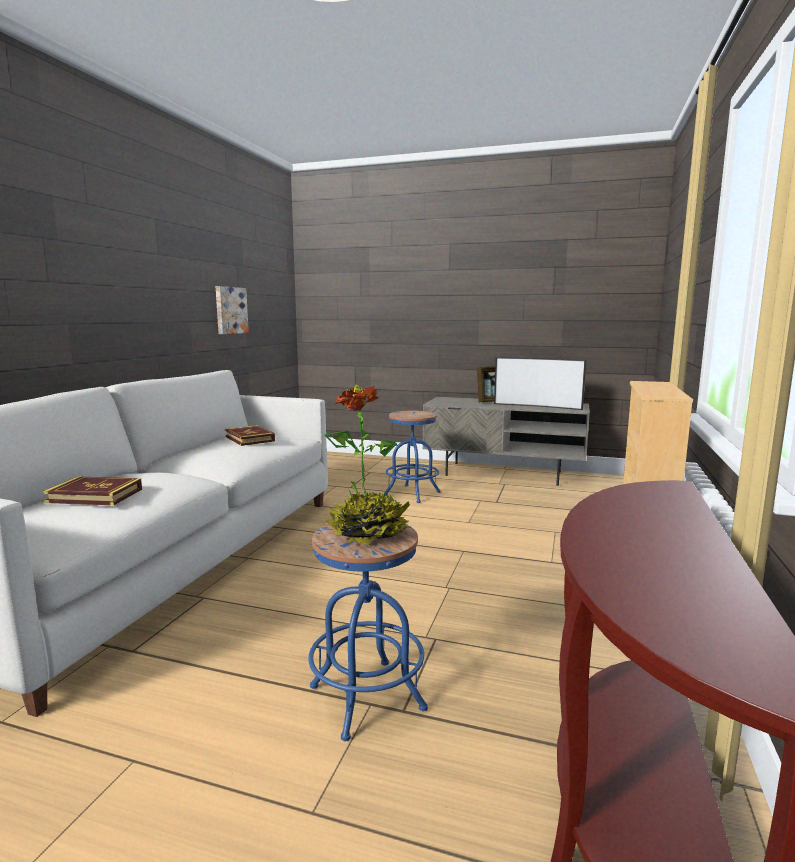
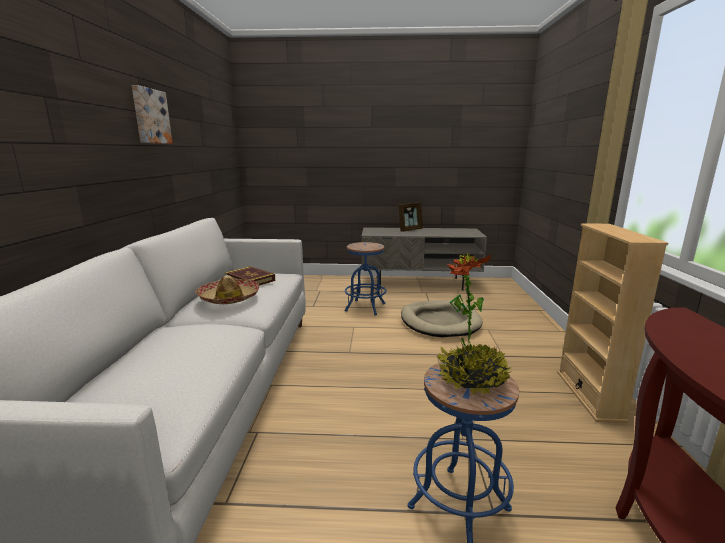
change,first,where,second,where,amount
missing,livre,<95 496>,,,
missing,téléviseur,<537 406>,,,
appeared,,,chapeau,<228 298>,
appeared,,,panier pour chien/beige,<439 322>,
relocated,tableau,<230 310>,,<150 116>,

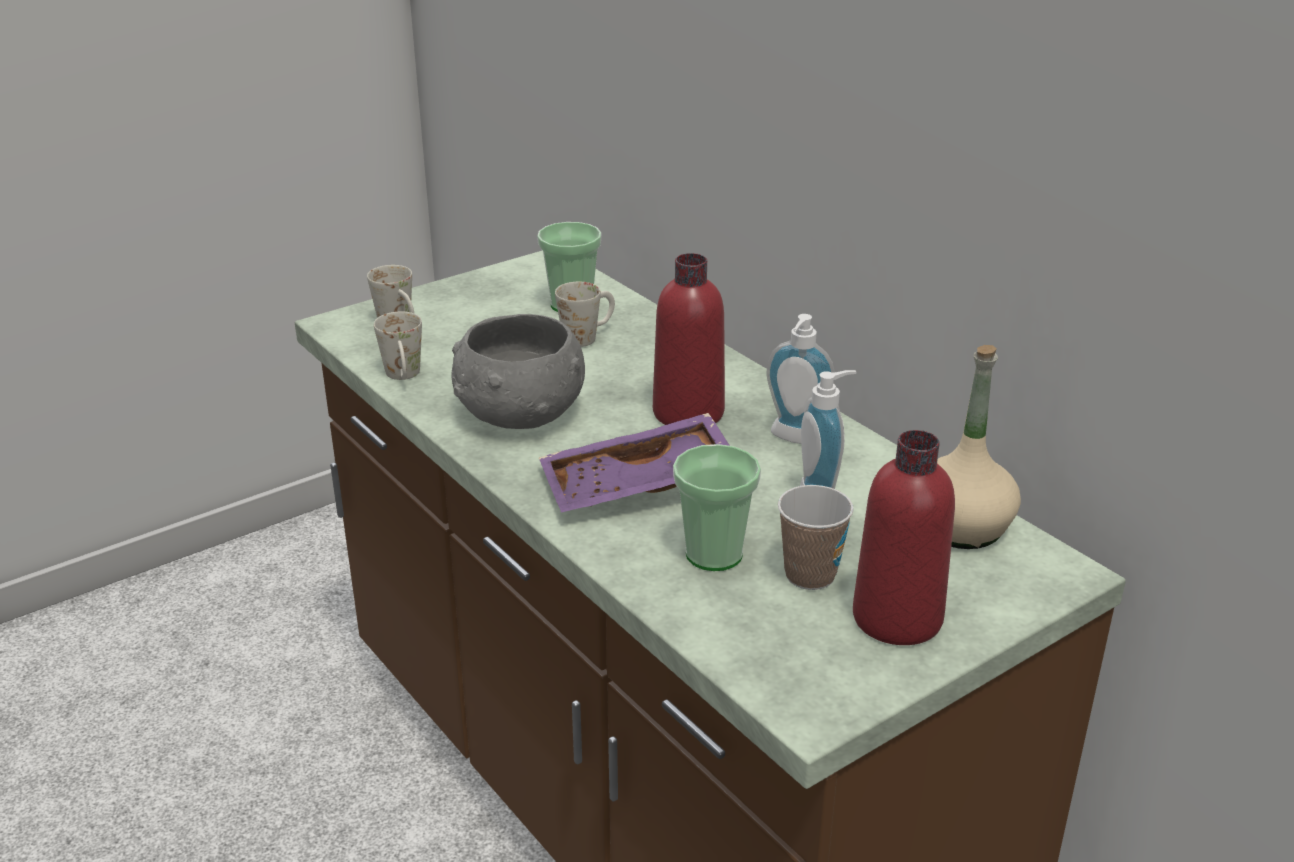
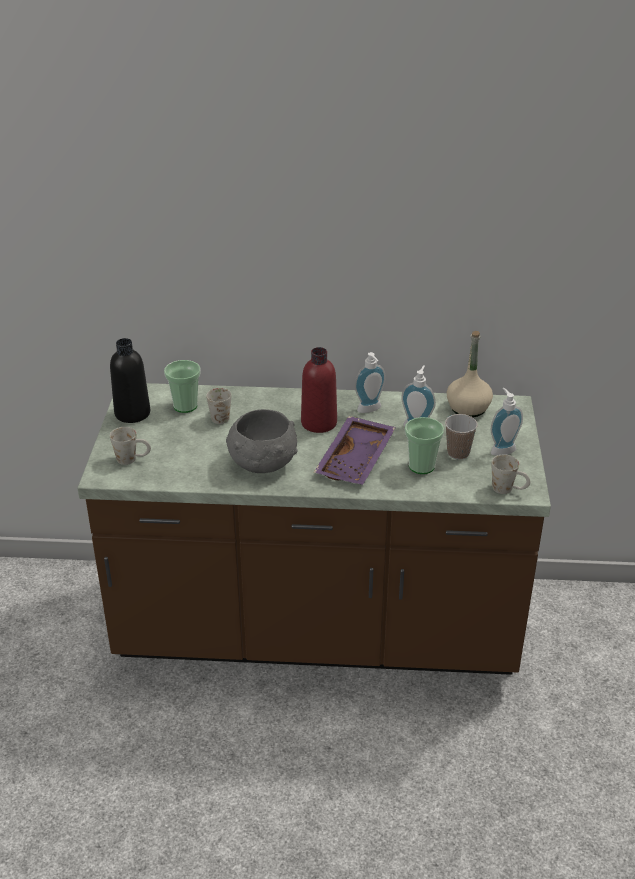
change,first,where,second,where,amount
appeared,,,bouteille/noir,<132 413>,
relocated,mug/blanc,<404 377>,,<508 489>,
exchanged,bouteille/rouge,<897 618>,distributeur de savon,<501 449>,

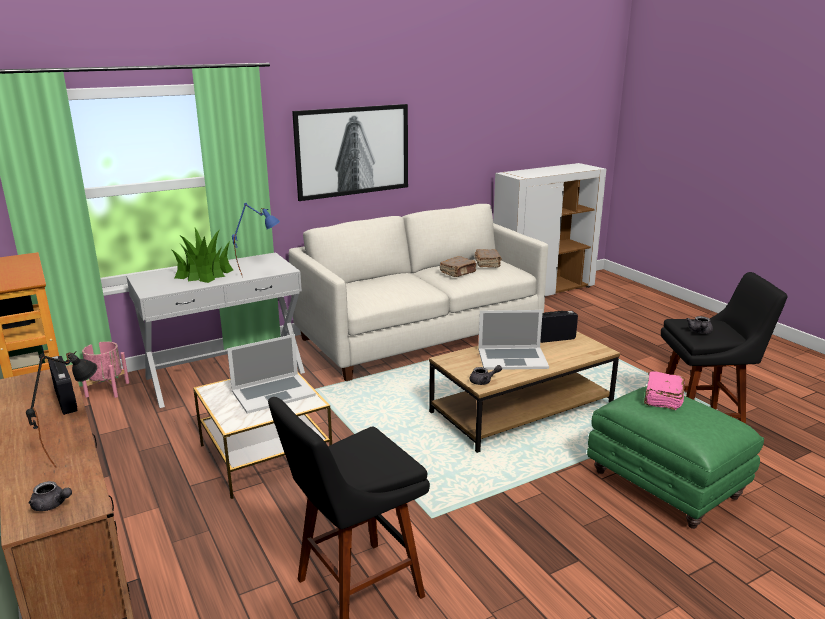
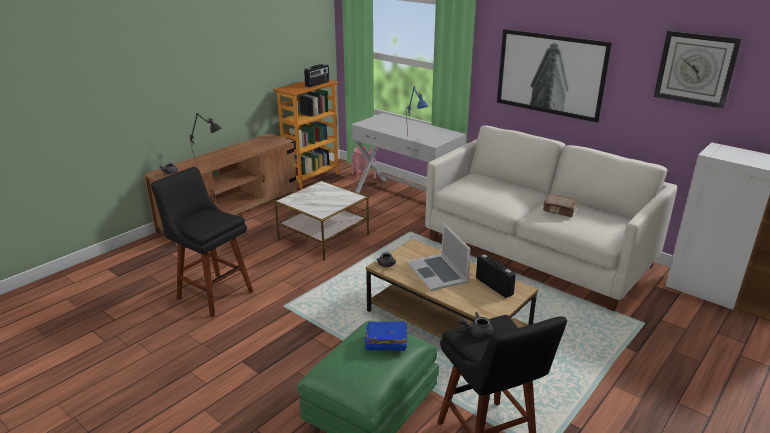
change,first,where,second,where,amount
missing,plante en pot,<204 273>,,,
missing,ordinateur portable,<273 393>,,,
missing,livre/marron,<487 264>,,,
appeared,,,horloge murale,<696 68>,
relocated,radio,<66 400>,,<317 84>,
colour,livre/rose,<662 398>,livre/bleu,<385 343>,

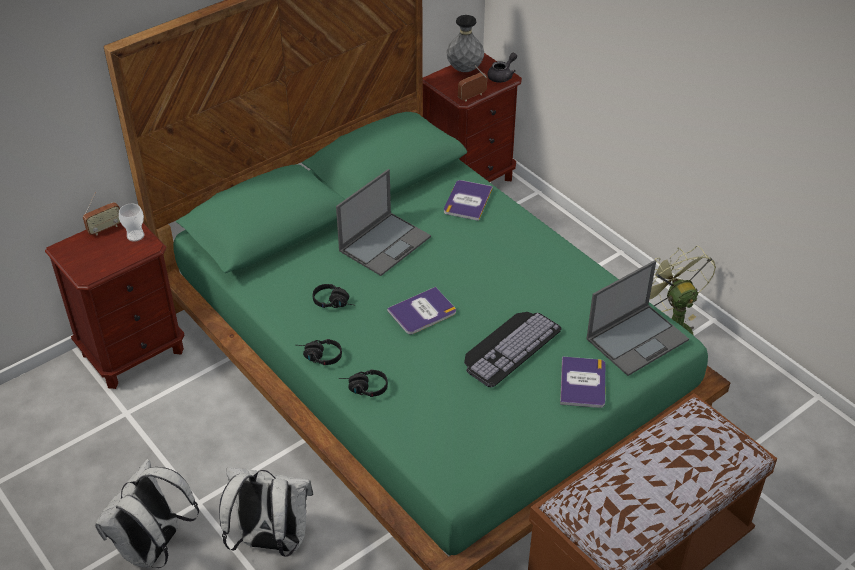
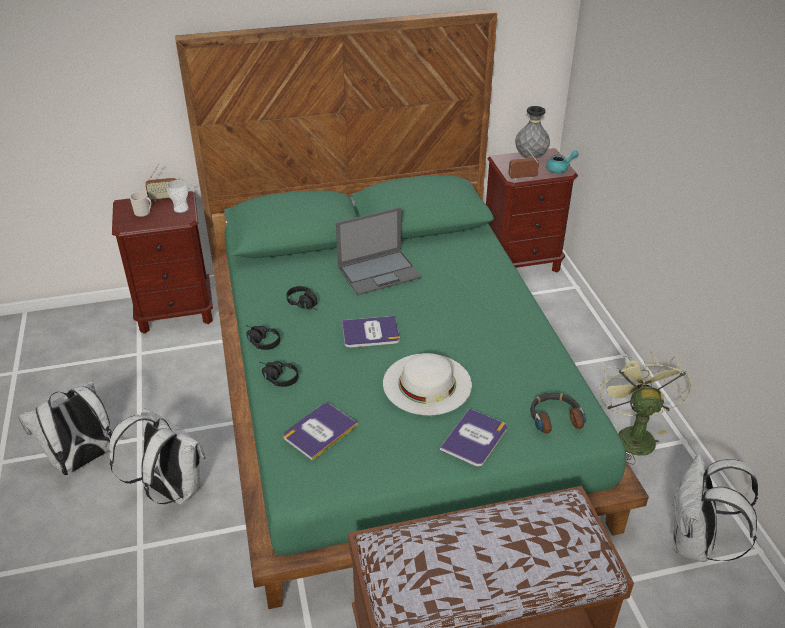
change,first,where,second,where,amount
appeared,,,mug,<144 213>,
appeared,,,sac à dos/blanc,<695 543>,
relocated,livre,<467 201>,,<319 431>,
exchanged,clavier,<509 345>,chapeau/blanc,<427 383>,
exchanged,ordinateur portable,<637 339>,casque audio,<555 417>,
colour,théière/gris,<502 76>,théière/turquoise,<560 169>,

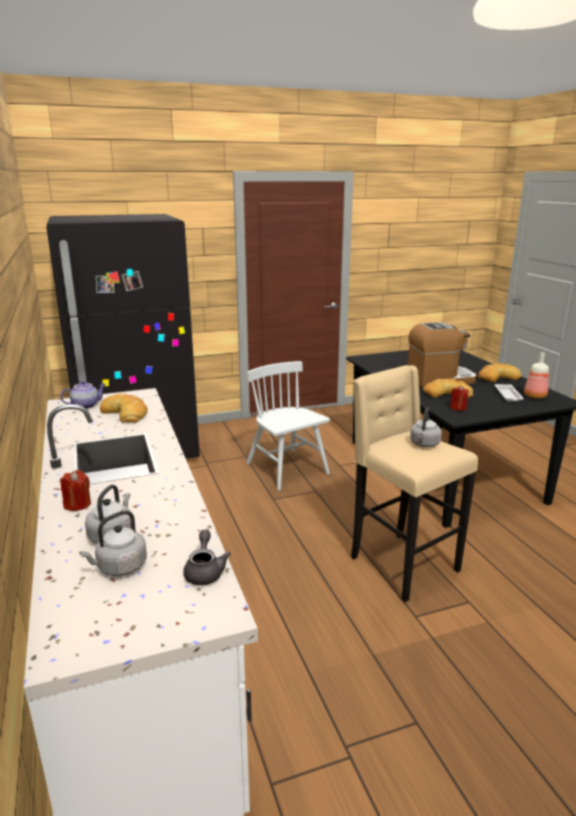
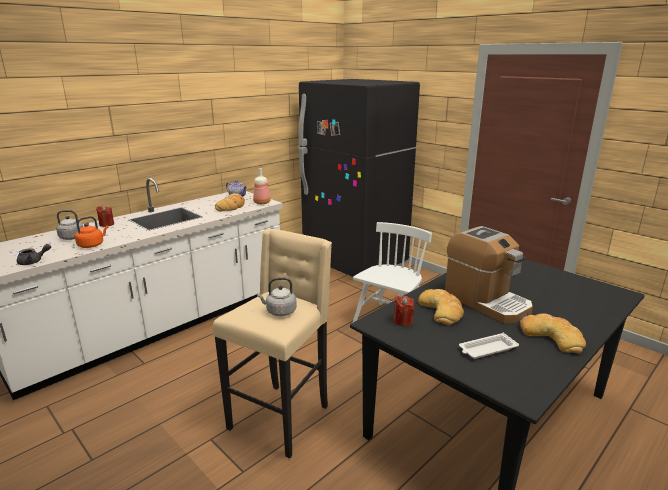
change,first,where,second,where,amount
missing,bouilloire/gris,<119 567>,,,
appeared,,,bouilloire/orange,<92 245>,
relocated,bouteille,<534 396>,,<261 203>,

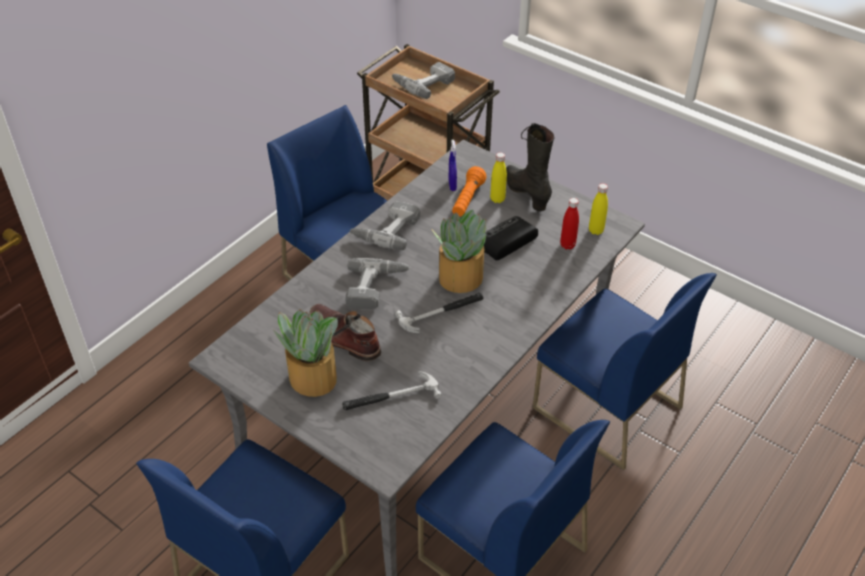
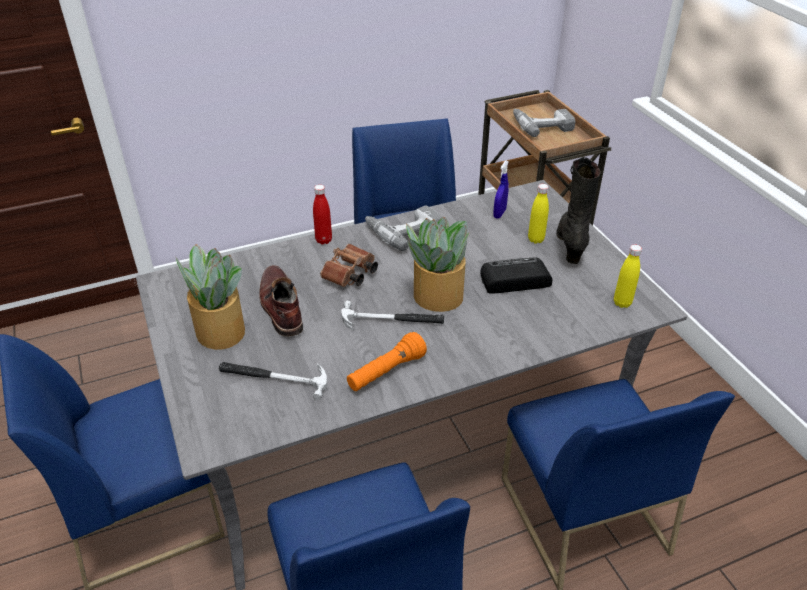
change,first,where,second,where,amount
relocated,lampe de poche/orange,<467 200>,,<386 372>,
relocated,bouteille/rouge,<567 245>,,<323 240>,
exchanged,perceuse,<376 288>,jumelles/marron,<349 275>,

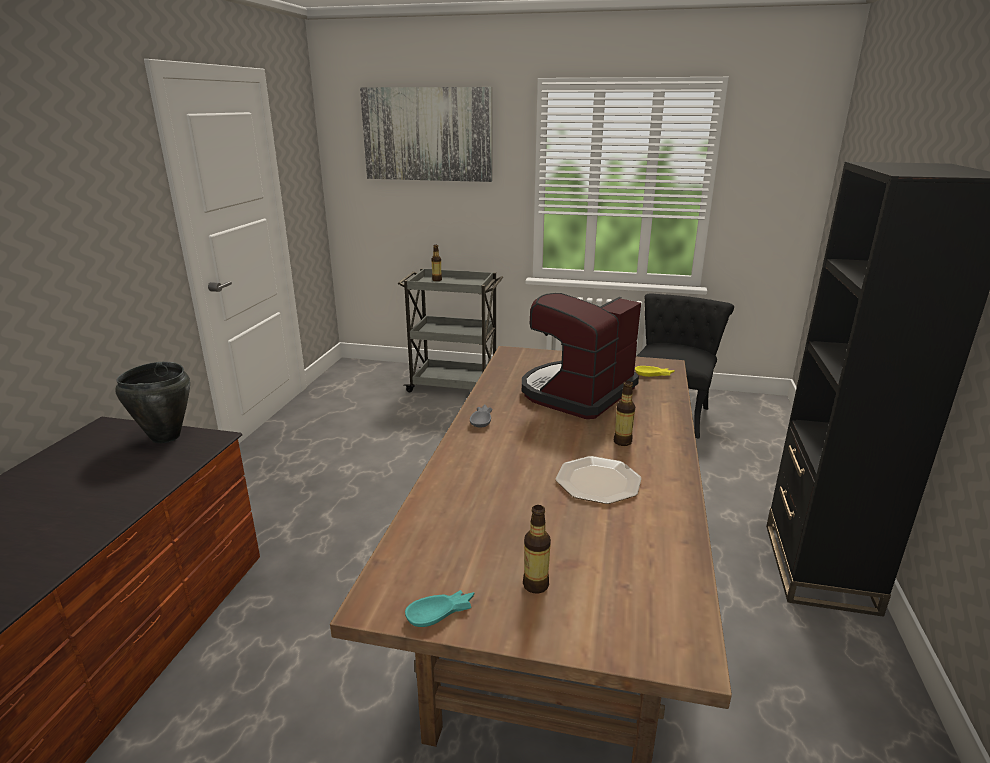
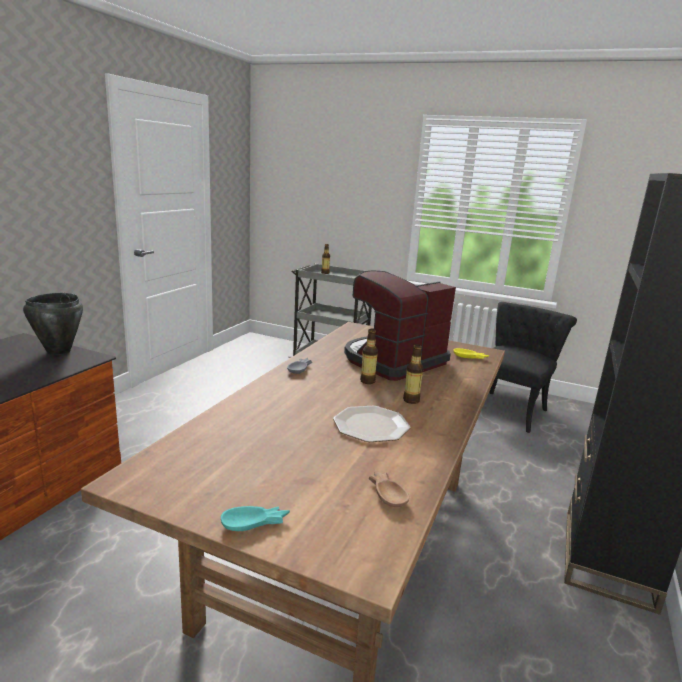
change,first,where,second,where,amount
missing,tableau,<427 134>,,,
appeared,,,bol/marron,<387 493>,
relocated,bol/turquoise,<442 614>,,<255 524>,
relocated,bouteille,<535 585>,,<367 381>,

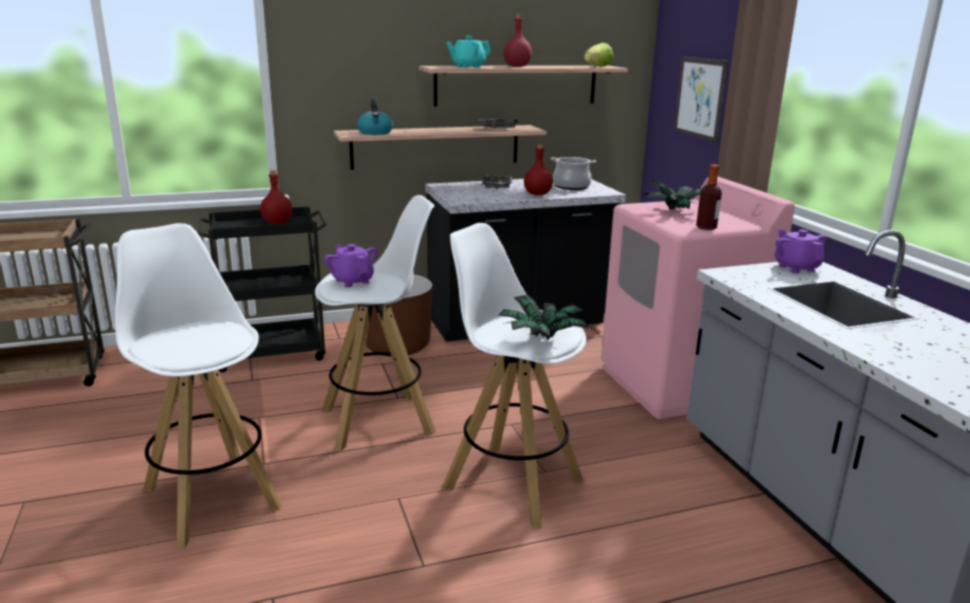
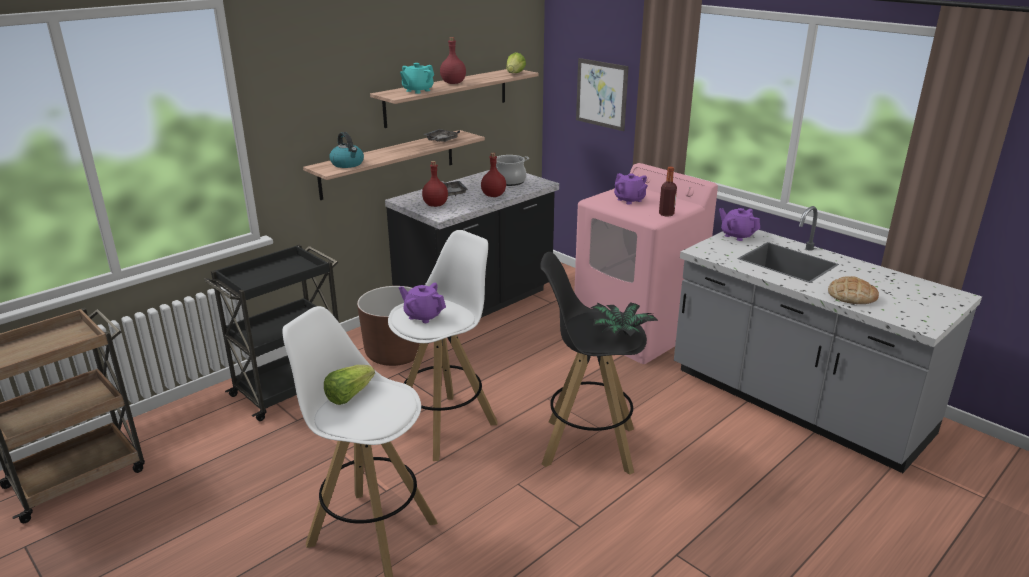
change,first,where,second,where,amount
appeared,,,laitue,<349 395>,
appeared,,,pain,<851 296>,
relocated,bouteille/rouge,<277 223>,,<435 205>,
exchanged,plante en pot,<676 211>,théière/violet,<629 200>,
colour,tabouret/blanc,<511 483>,tabouret/noir,<587 446>,

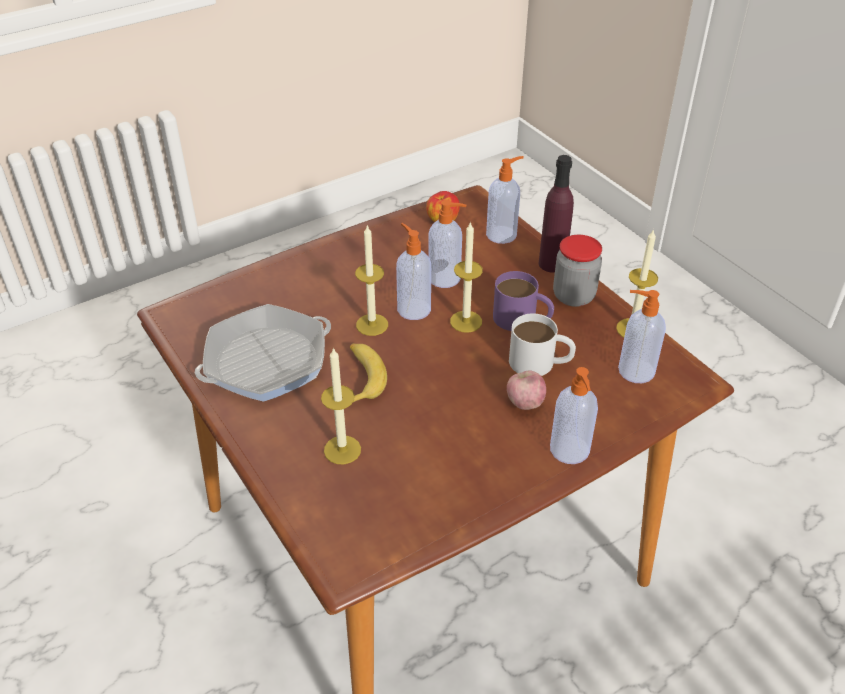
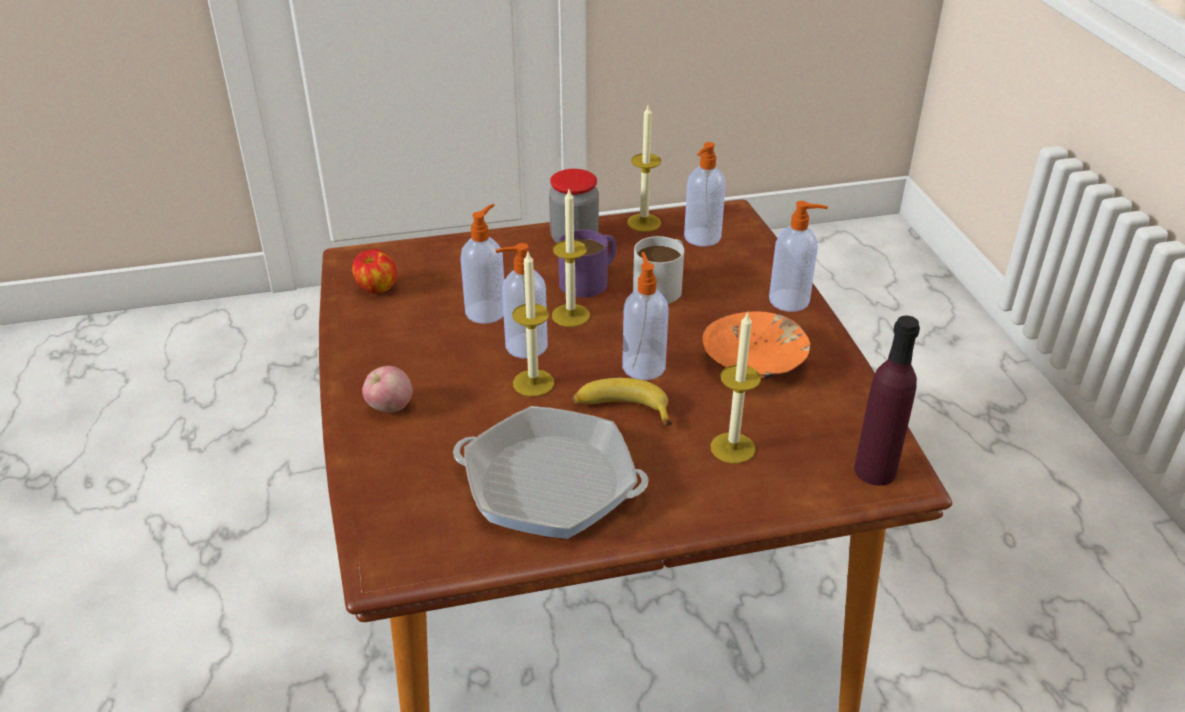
change,first,where,second,where,amount
appeared,,,bol/orange,<754 362>,
relocated,distributeur de savon,<502 234>,,<643 366>,
relocated,pomme,<524 403>,,<389 407>,
relocated,bouteille/violet,<552 264>,,<875 470>,
spun,poêle,<266 361>,,<550 483>,60 degrees counterclockwise

